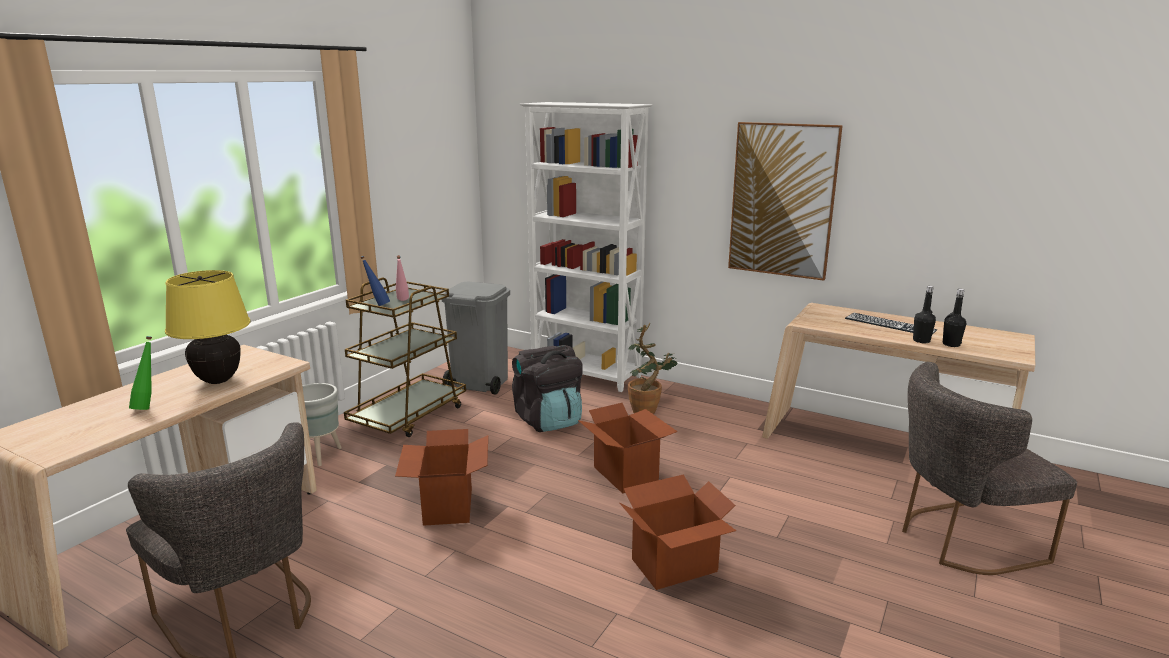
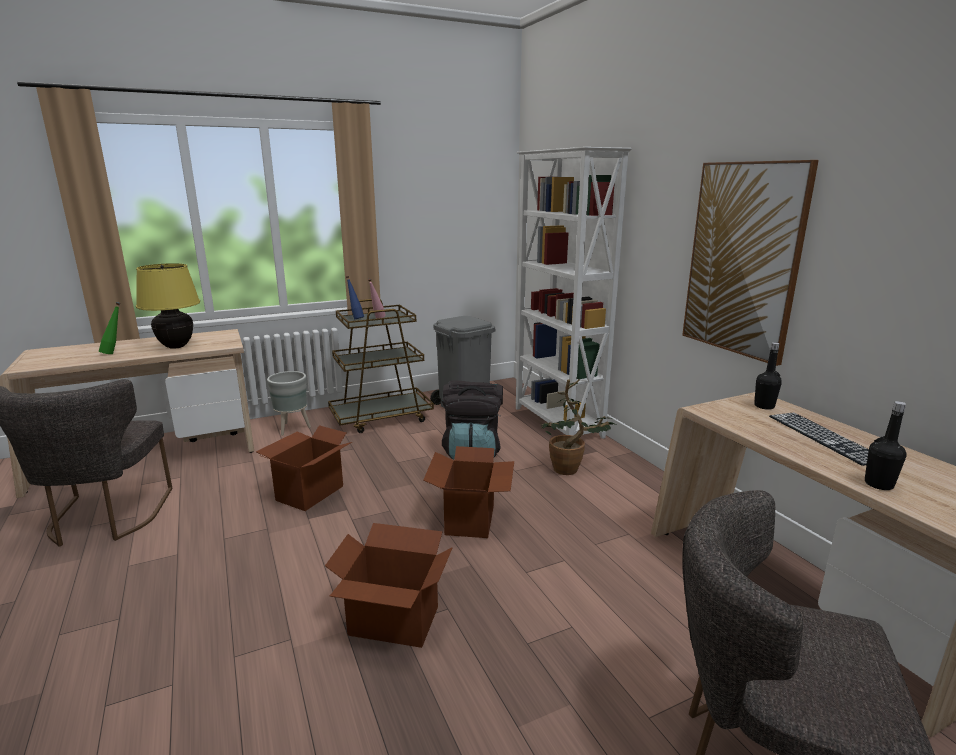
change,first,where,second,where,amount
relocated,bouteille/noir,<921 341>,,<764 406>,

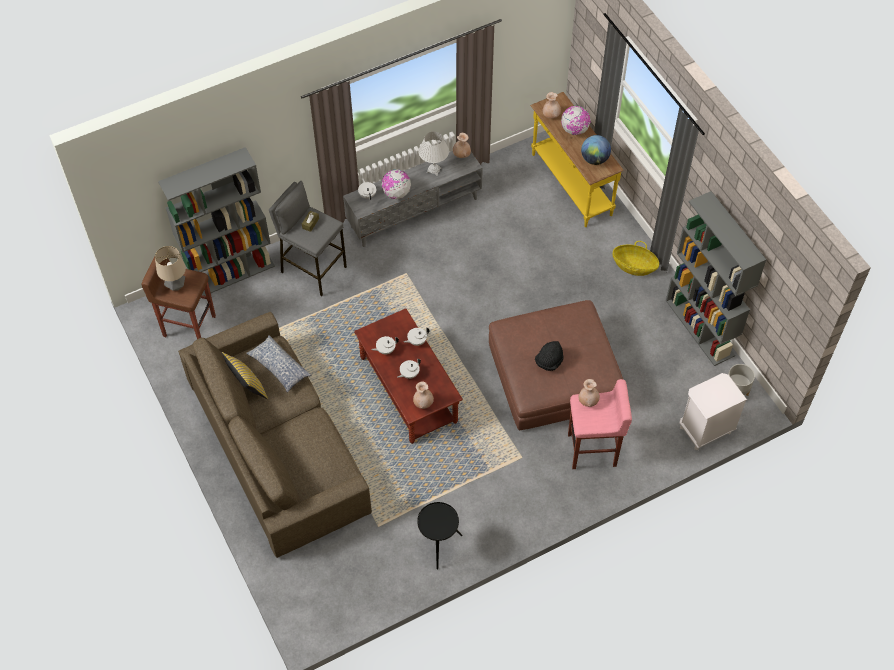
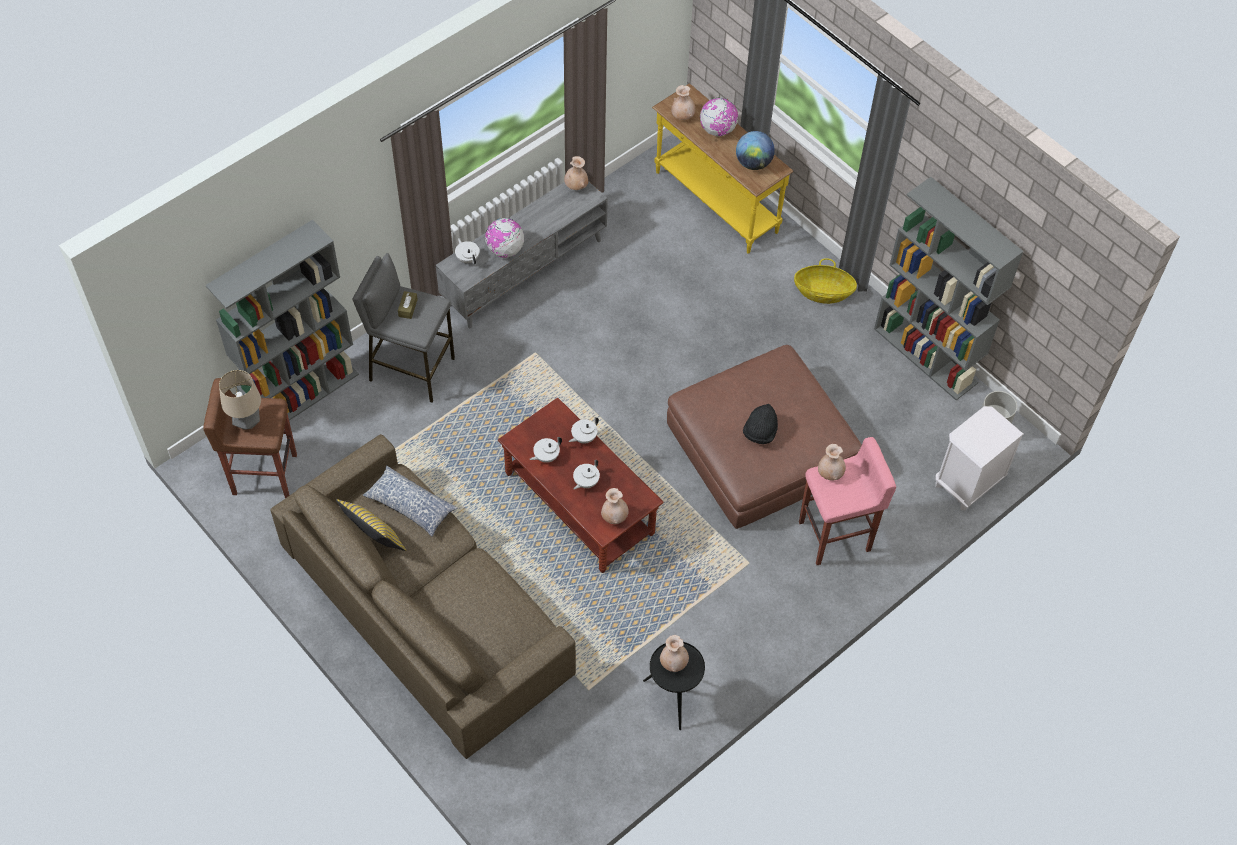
change,first,where,second,where,amount
missing,lampe de table/blanc,<434 170>,,,
appeared,,,vase/beige,<673 662>,

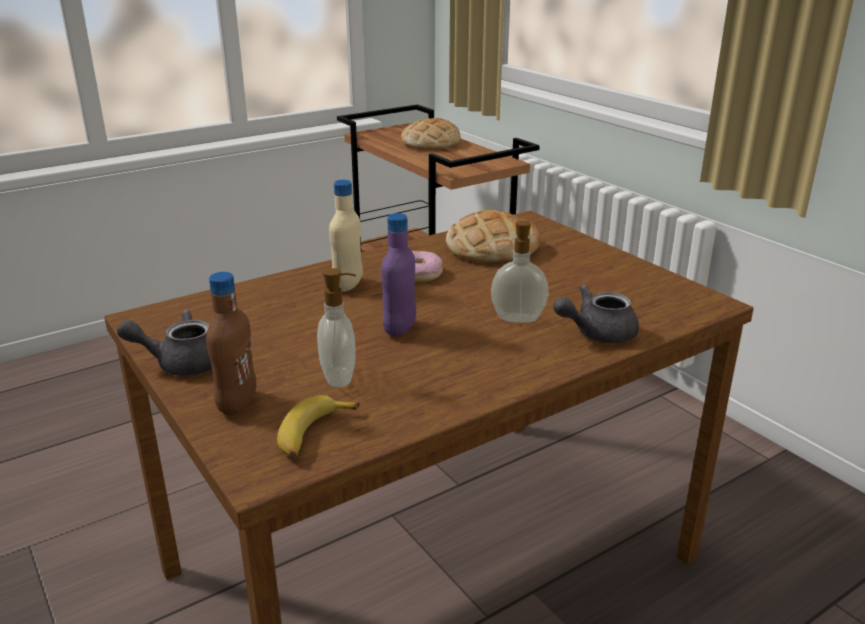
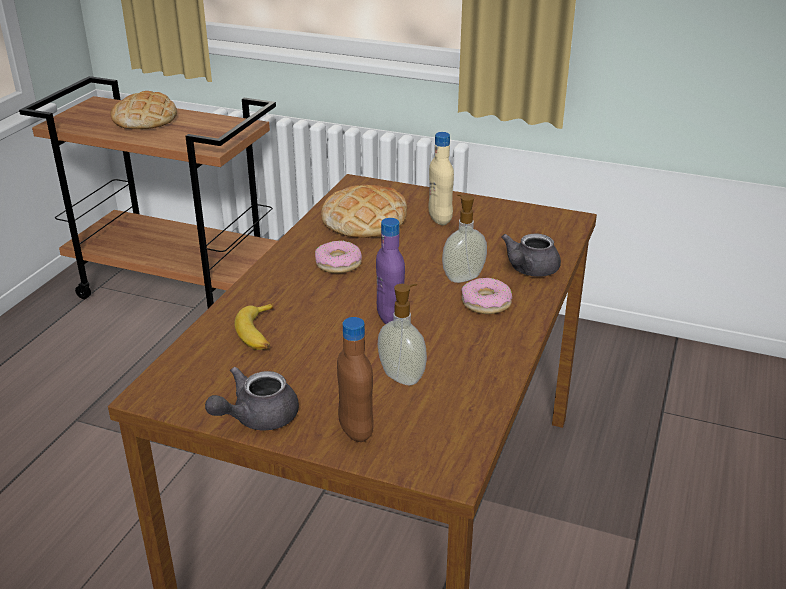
change,first,where,second,where,amount
appeared,,,beignet,<486 303>,
relocated,banane,<313 435>,,<259 333>,
relocated,bouteille/beige,<348 285>,,<440 219>,

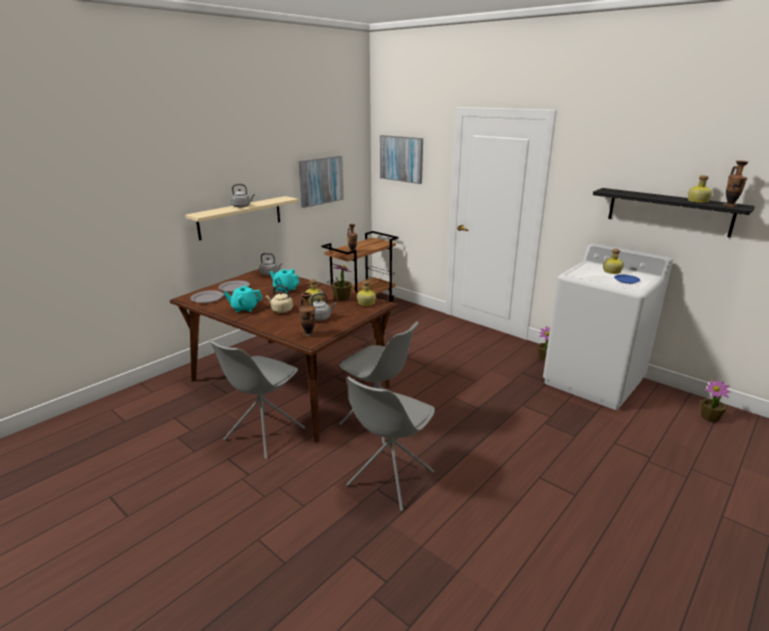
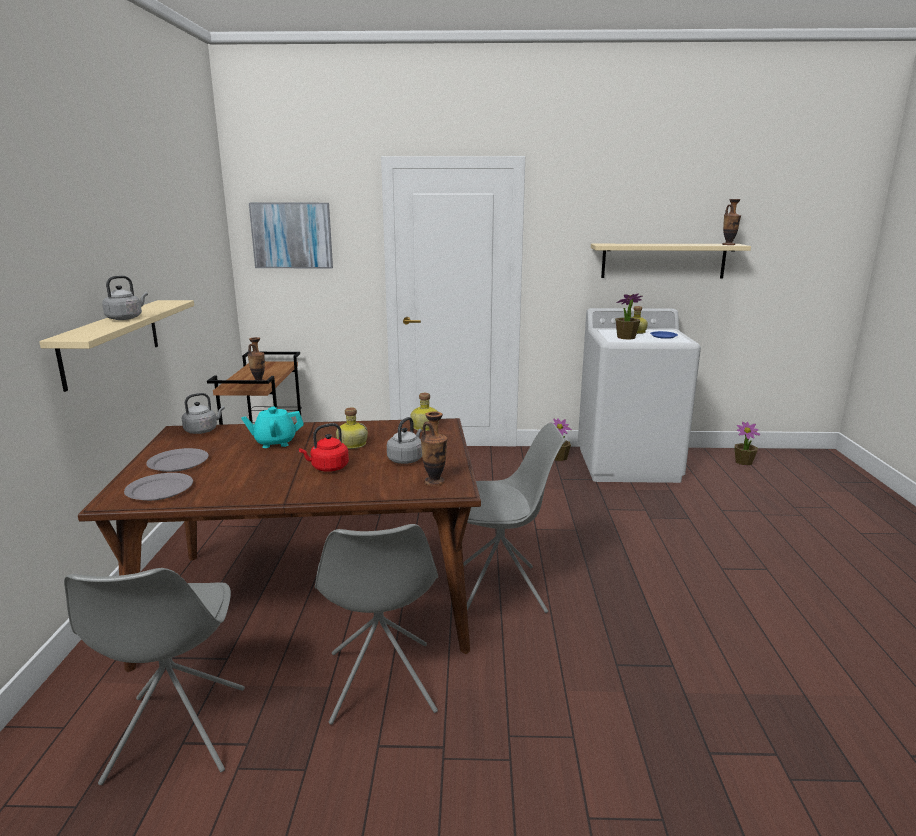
change,first,where,second,where,amount
missing,théière/turquoise,<244 308>,,,
missing,tableau,<320 181>,,,
missing,bouteille,<697 201>,,,
relocated,plante en pot,<342 298>,,<626 337>,
relocated,chaise/gris,<389 480>,,<176 735>,
colour,bouilloire/beige,<281 310>,bouilloire/rouge,<328 468>,
colour,étagère/noir,<669 211>,étagère/beige,<663 261>,

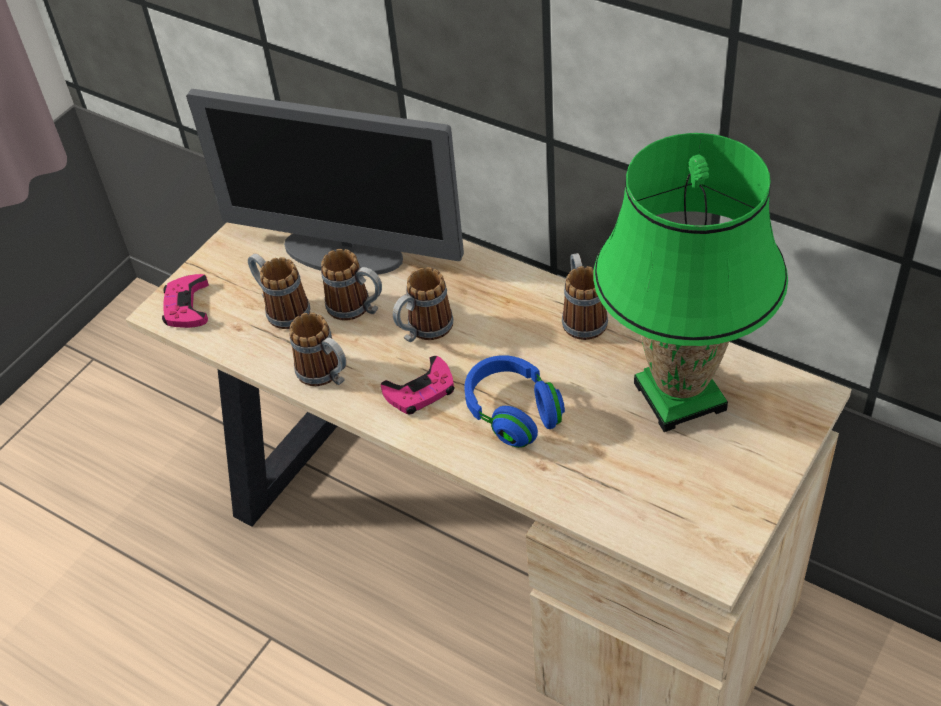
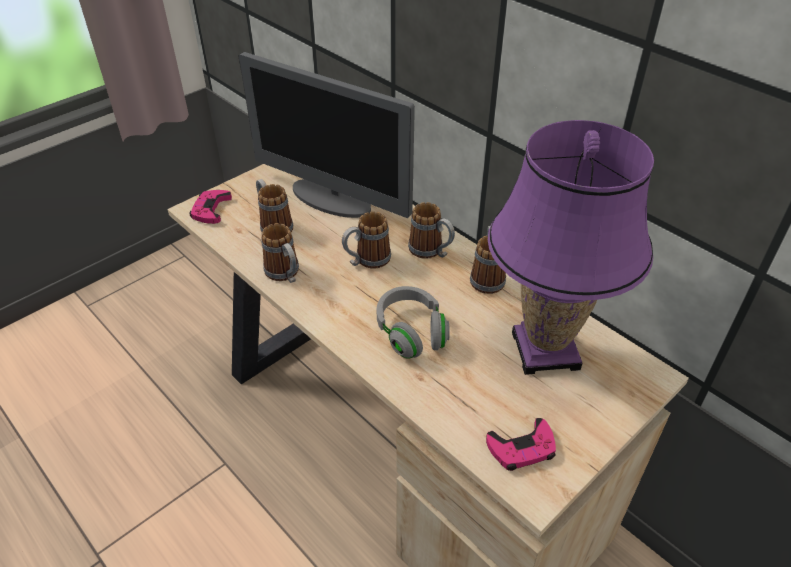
change,first,where,second,where,amount
relocated,mug,<357 309>,,<431 252>,
relocated,manette/rose,<420 391>,,<522 448>,
colour,casque audio/bleu,<513 413>,casque audio/gris,<411 332>,
colour,lampe de table/vert,<680 397>,lampe de table/violet,<545 351>,

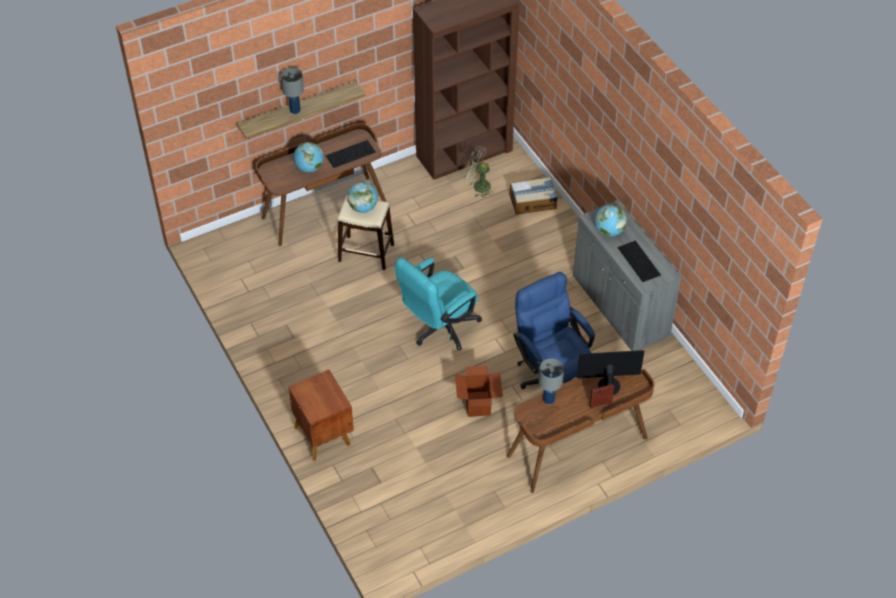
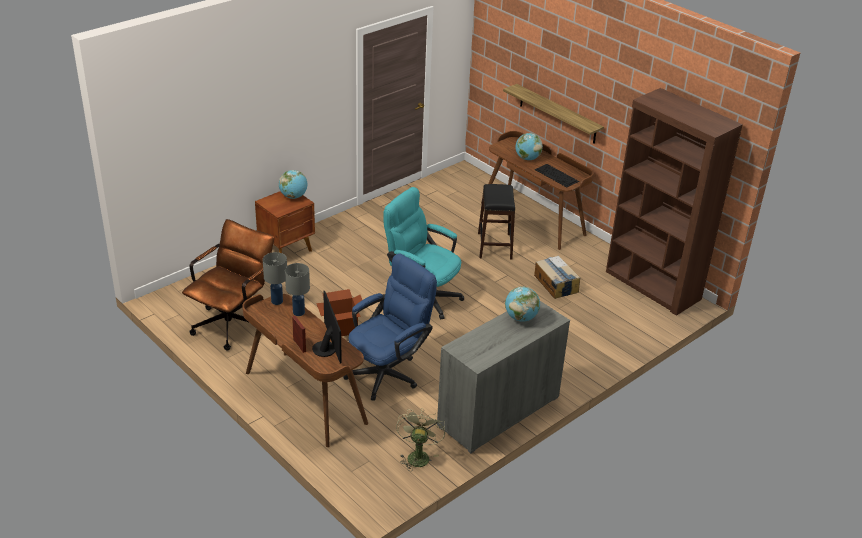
change,first,where,second,where,amount
missing,clavier,<639 261>,,,
appeared,,,chaise de bureau/marron,<233 322>,
relocated,lampe de table/gris,<295 110>,,<276 301>,
relocated,globe,<363 208>,,<293 196>,
relocated,ventilateur/vert,<477 186>,,<418 455>,
relocated,carton,<533 202>,,<556 284>,
colour,tabouret/beige,<366 253>,tabouret/noir,<494 246>,

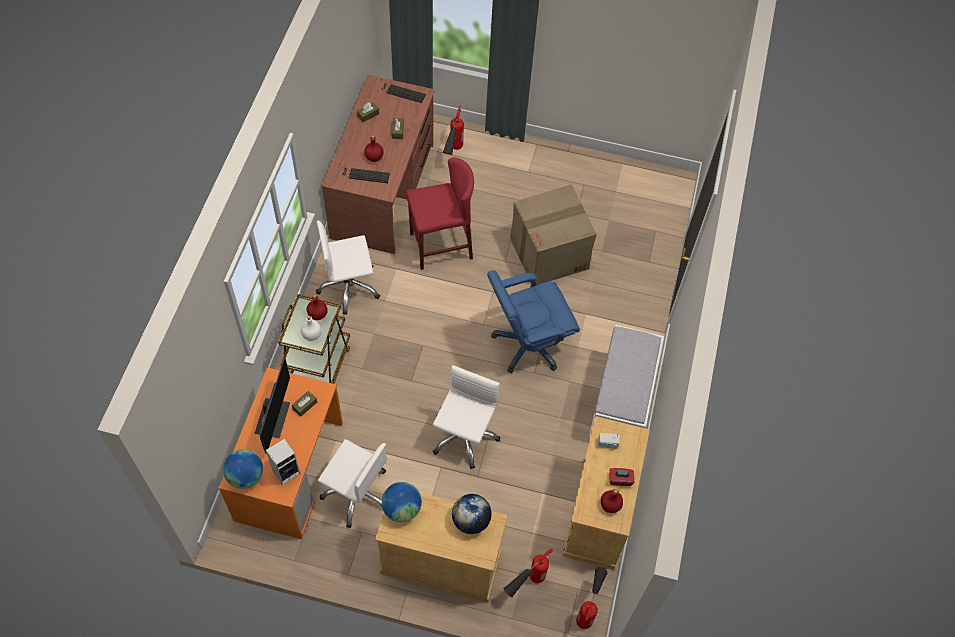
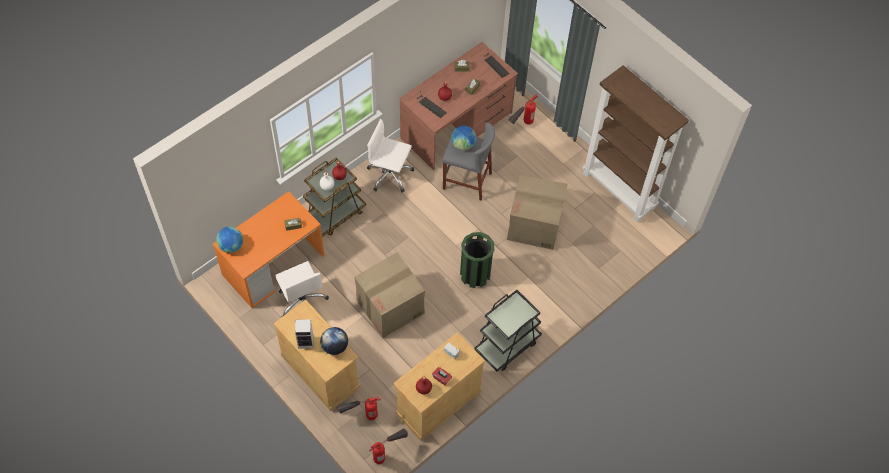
change,first,where,second,where,amount
missing,écran d'ordinateur,<272 417>,,,
appeared,,,bibliothèque/marron,<619 191>,
relocated,enceinte,<287 471>,,<306 341>,
relocated,globe,<402 508>,,<463 145>,
exchanged,chaise de bureau/blanc,<464 436>,carton,<391 306>,
exchanged,chaise de bureau/bleu,<528 344>,poubelle/vert,<475 274>,
exchanged,banc/blanc,<621 401>,chariot/noir,<507 345>,
colour,tabouret/rouge,<440 246>,tabouret/gris,<467 181>,

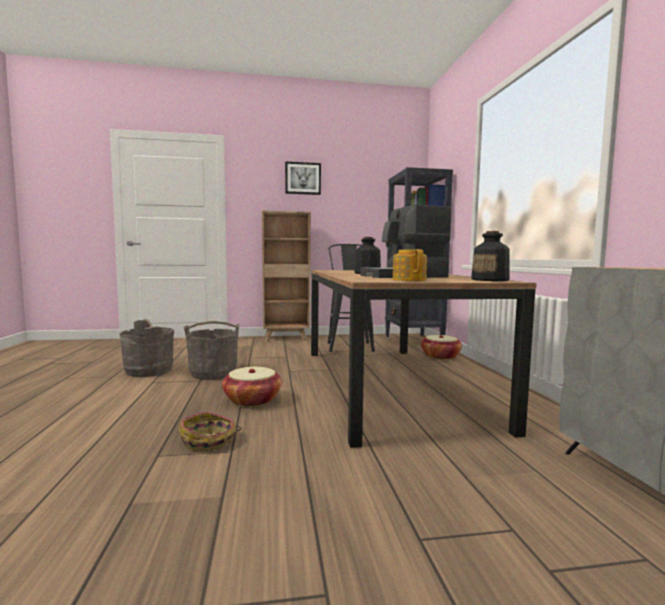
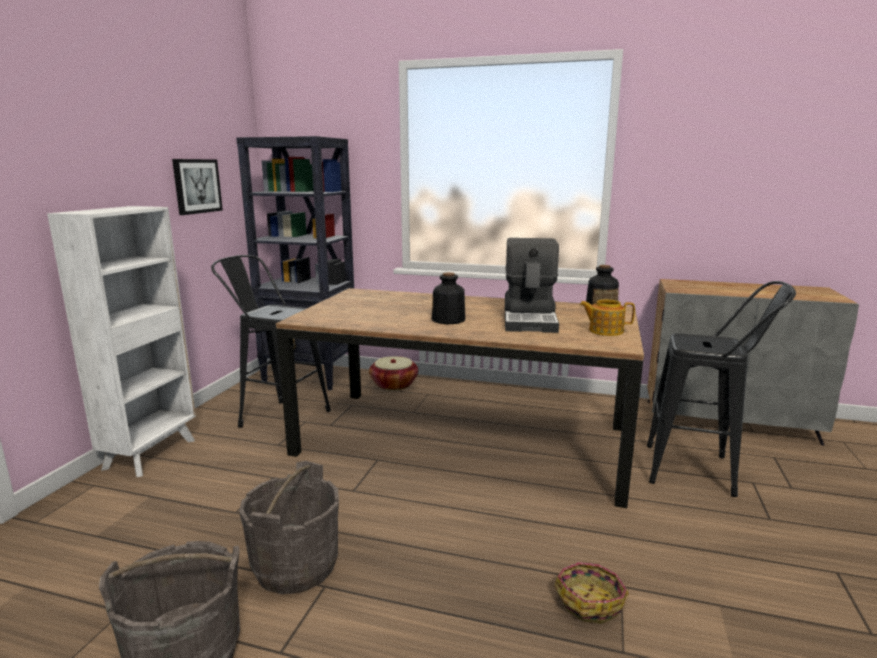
change,first,where,second,where,amount
missing,panier,<252 400>,,,
appeared,,,tabouret/noir,<701 472>,
relocated,tableau,<303 178>,,<196 186>,
colour,bibliothèque/marron,<286 338>,bibliothèque/blanc,<152 453>,

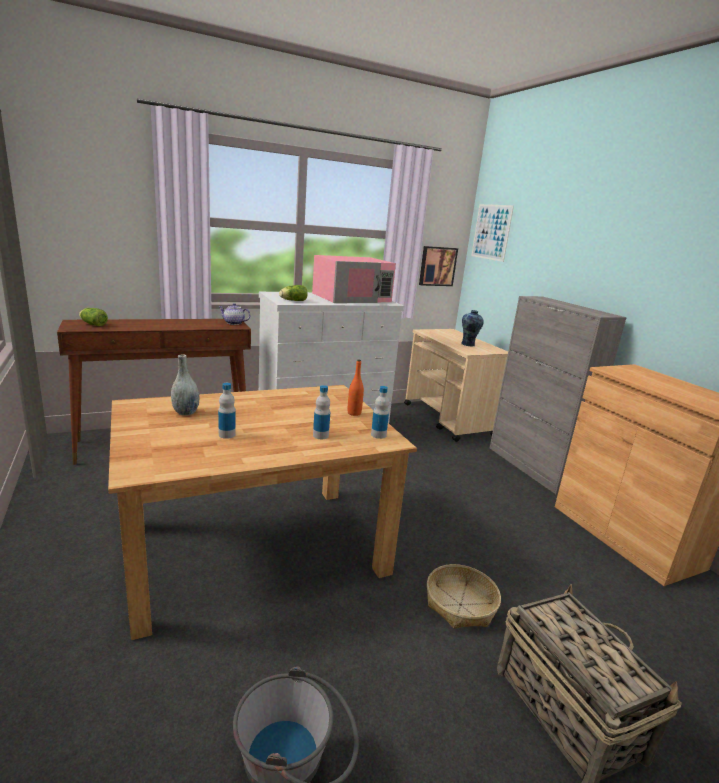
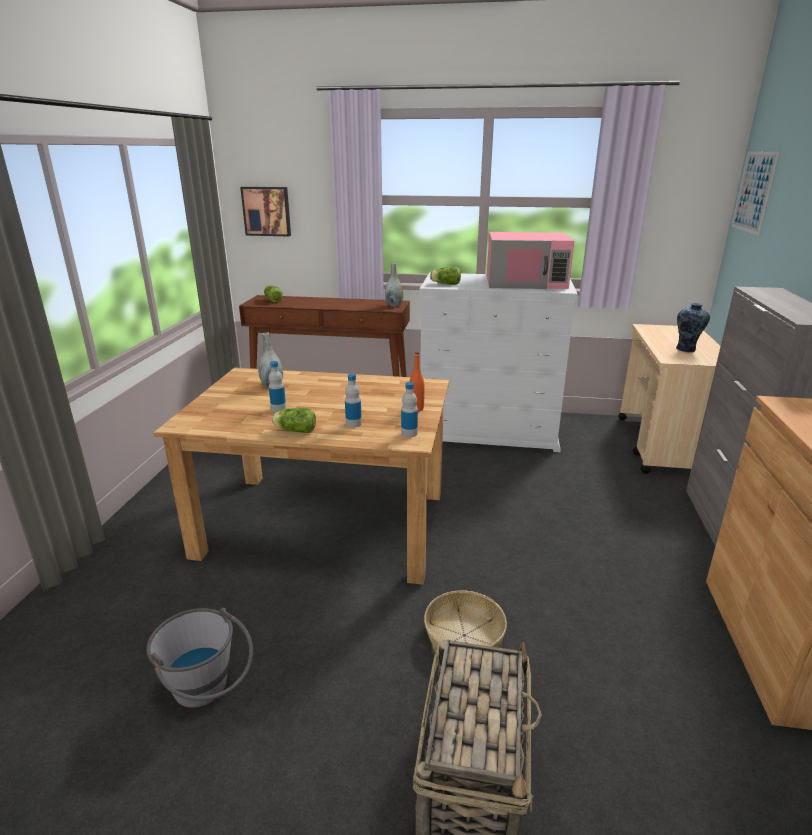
change,first,where,second,where,amount
appeared,,,laitue,<294 430>,
relocated,tableau,<437 266>,,<267 211>,
exchanged,théière,<233 323>,vase/gris,<394 305>,

